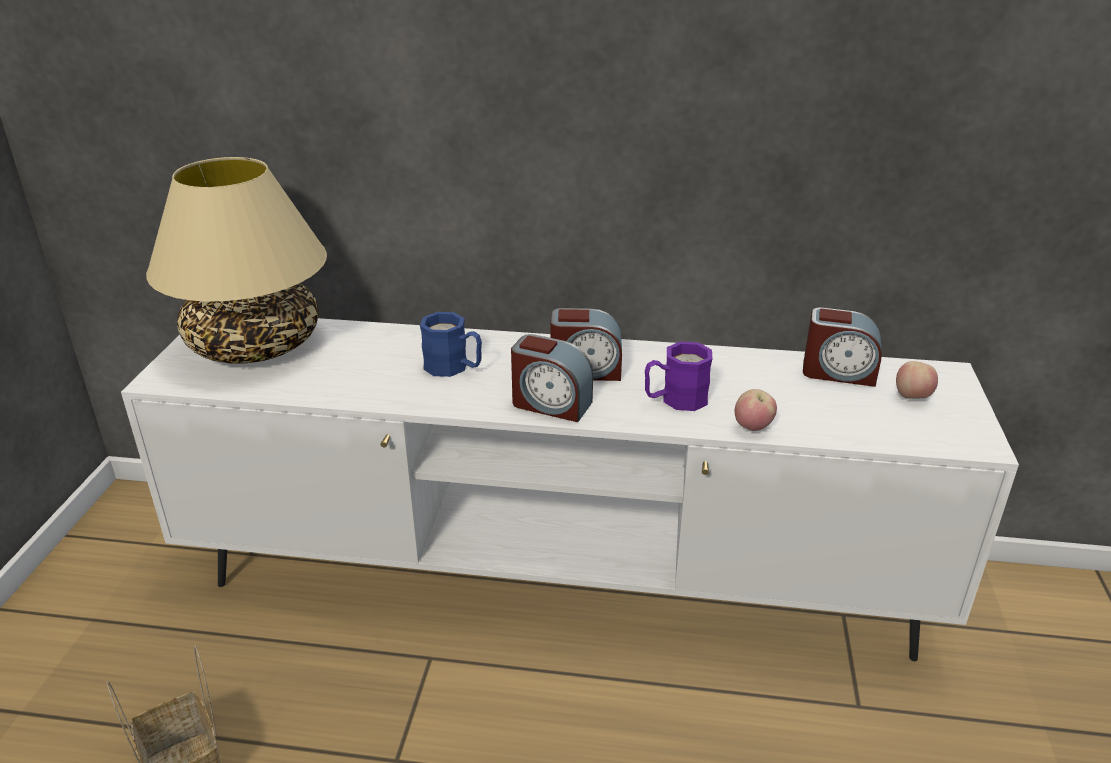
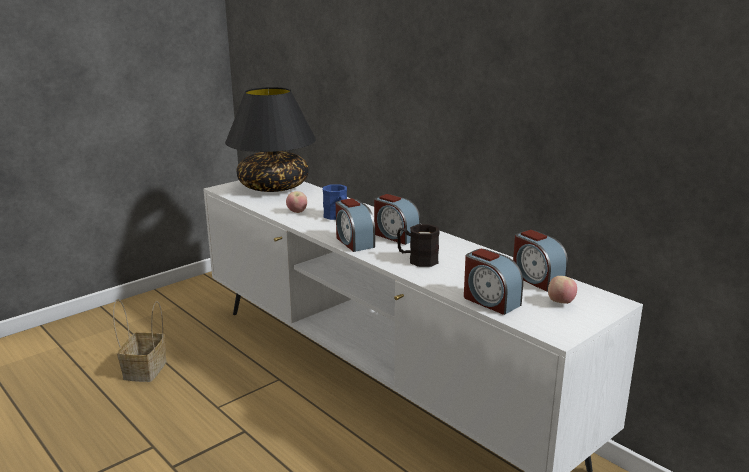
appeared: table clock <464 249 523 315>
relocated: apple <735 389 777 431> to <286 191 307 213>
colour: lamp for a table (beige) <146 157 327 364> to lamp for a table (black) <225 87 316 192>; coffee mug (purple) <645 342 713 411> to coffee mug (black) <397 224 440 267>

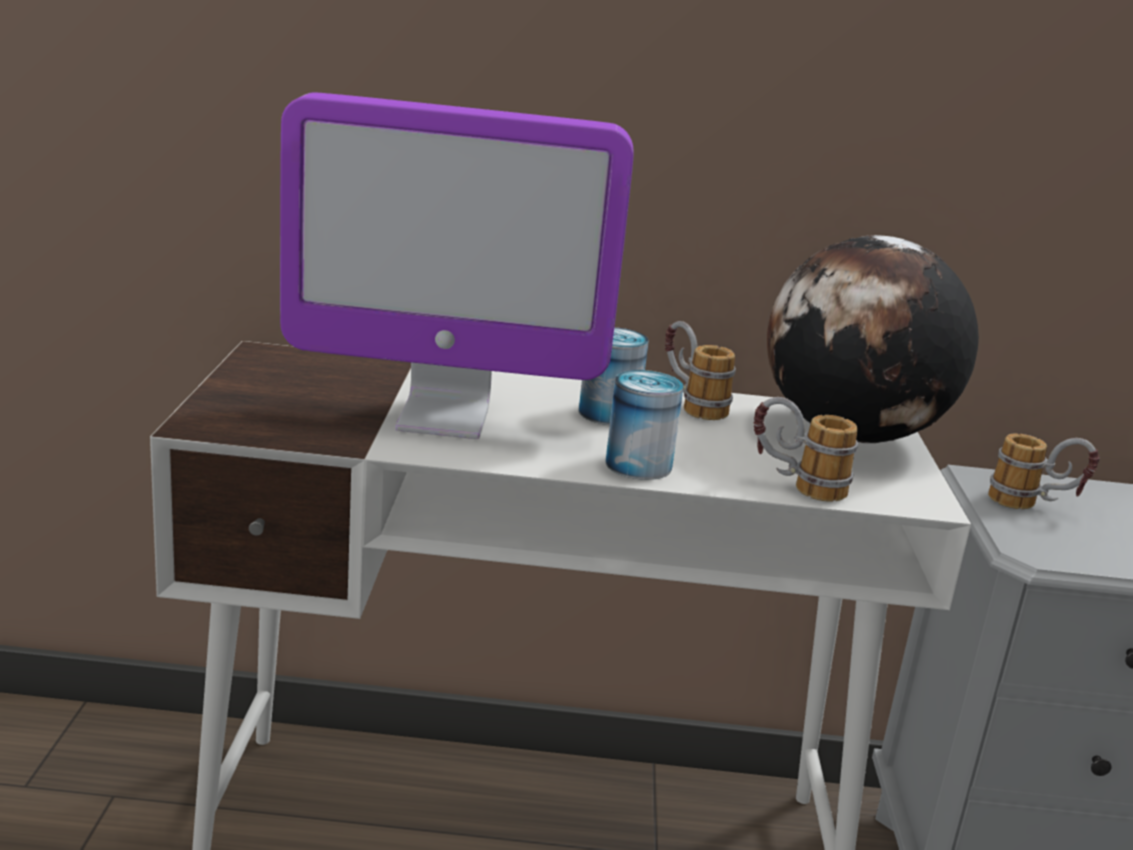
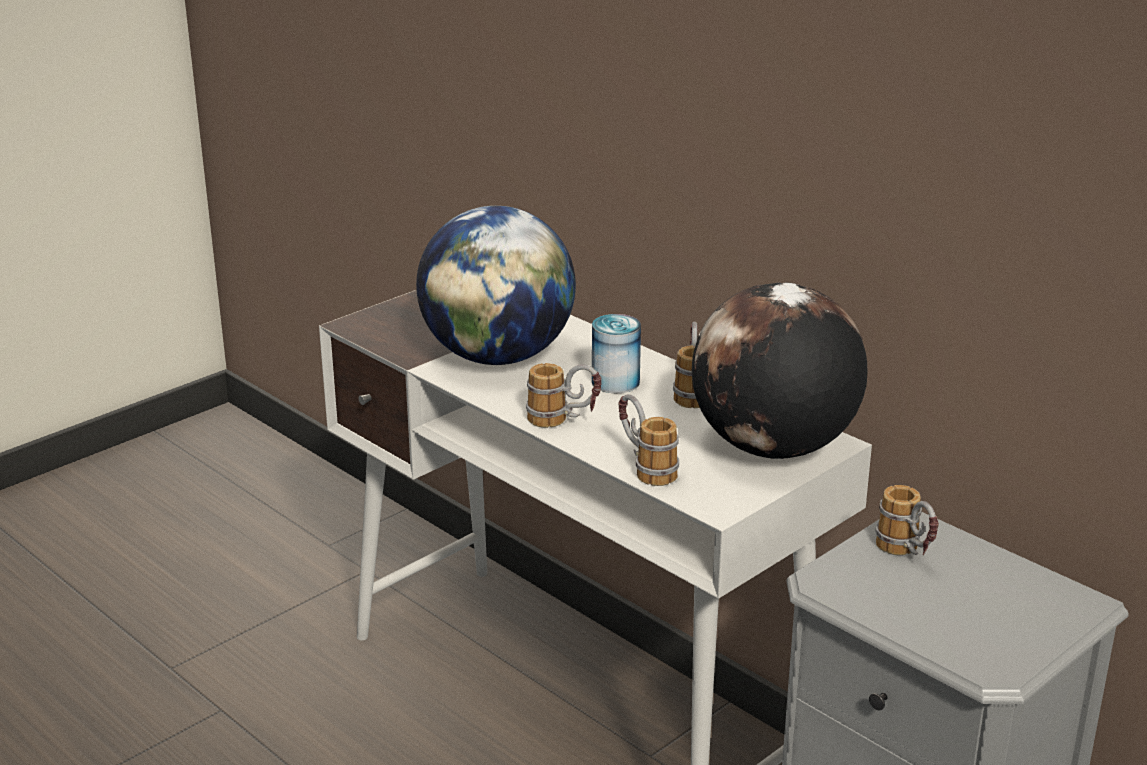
exchanged: computer screen <280 92 633 439> to desk globe <416 206 576 365>; metal can <606 370 684 480> to coffee mug <526 363 602 428>

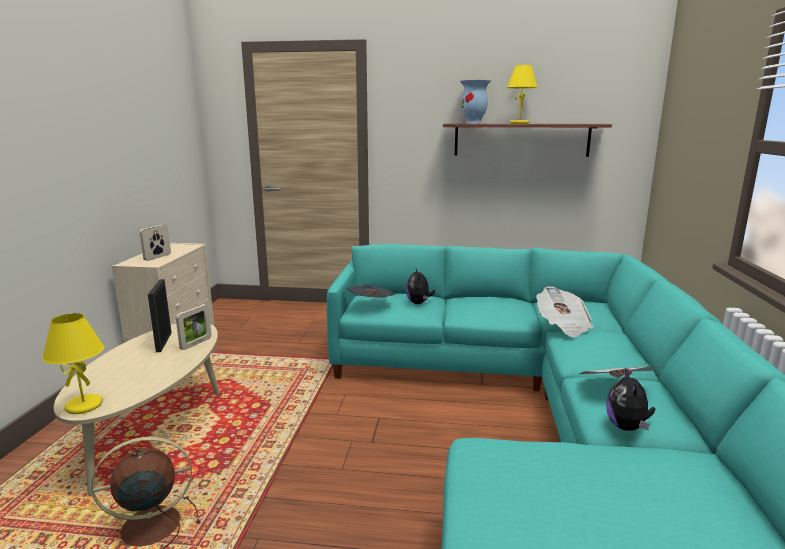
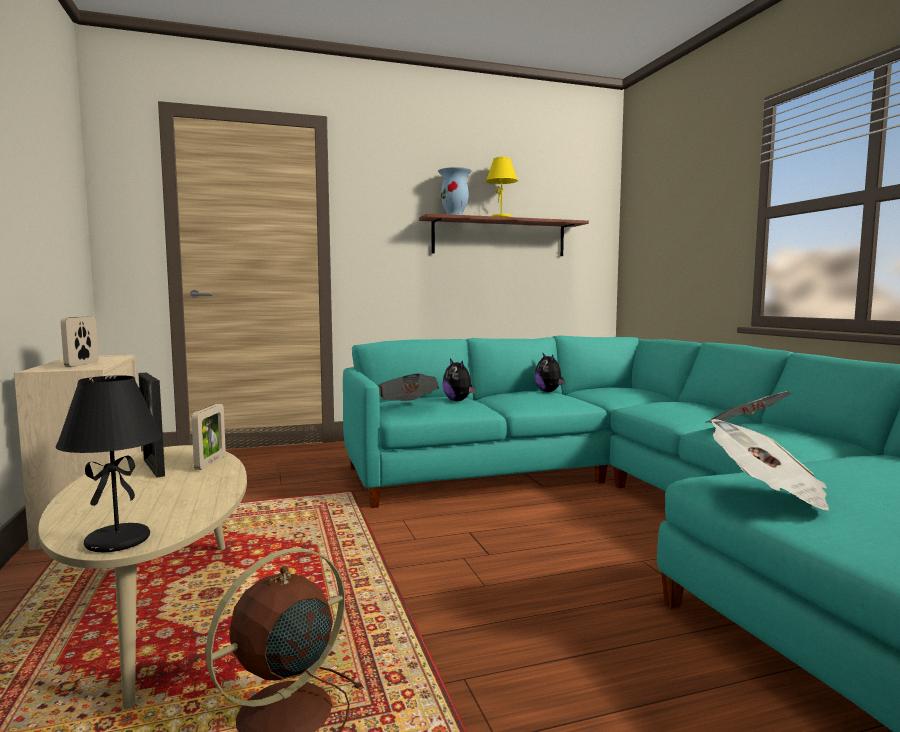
relocated: cuddly toy <606 368 655 431> to <535 353 565 392>; newspaper <536 286 594 338> to <711 419 829 511>
colour: lamp for a table (yellow-coloured) <42 313 104 414> to lamp for a table (black) <56 375 162 552>

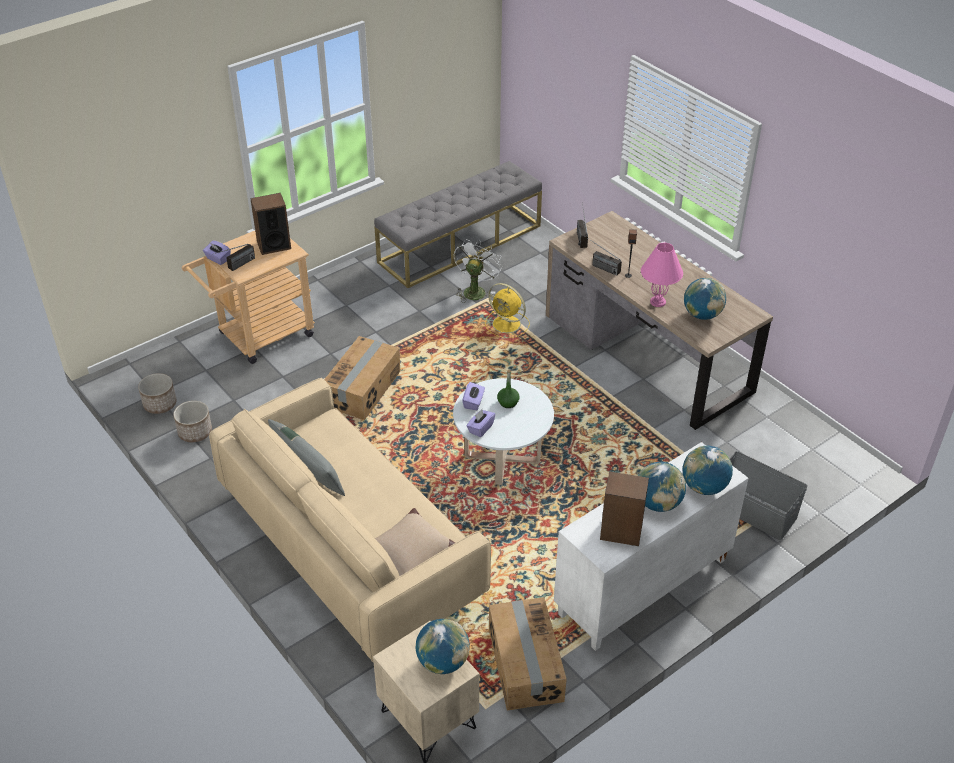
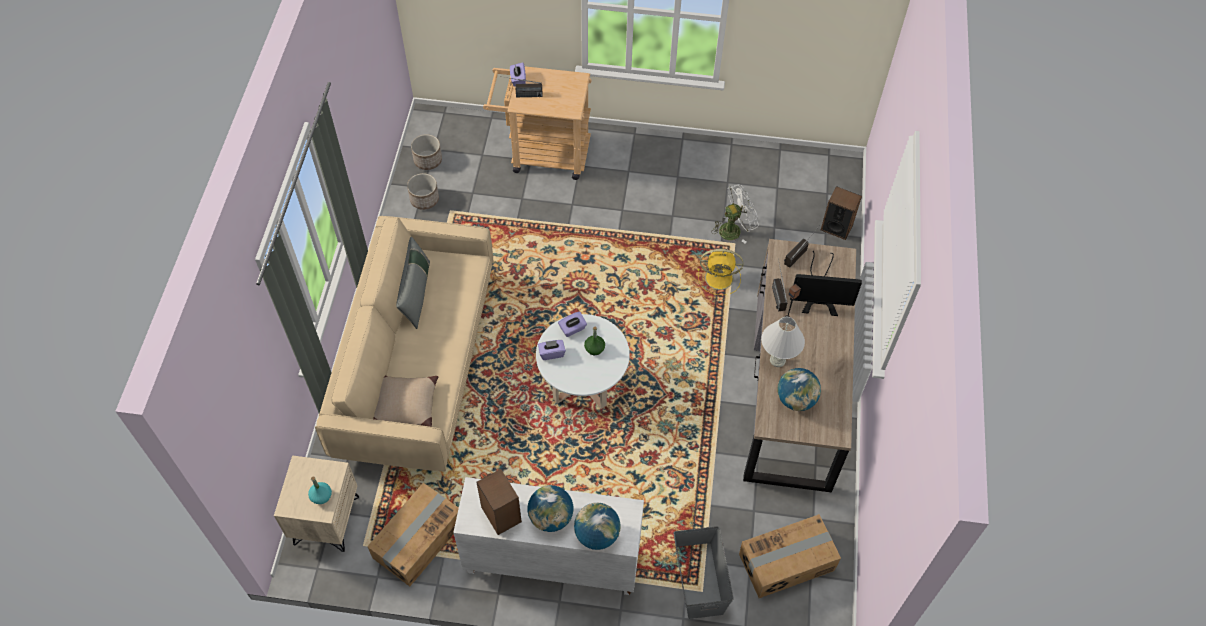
missing: long seat (gray) <374 161 542 288>
appeared: computer screen <790 251 862 316>
relocated: cardboard box <324 336 400 420> to <739 514 841 598>; audio speaker <250 193 291 255> to <821 186 862 240>
exchanged: desk globe <416 619 470 674> to beverage bottle (blue-green) <308 476 332 504>
colour: lamp for a table (pinkish) <641 243 683 307> to lamp for a table (white) <761 317 805 367>
spun: electric fan (yellow-coloured) <485 283 529 338> = <698 248 744 295> 75 degrees counterclockwise

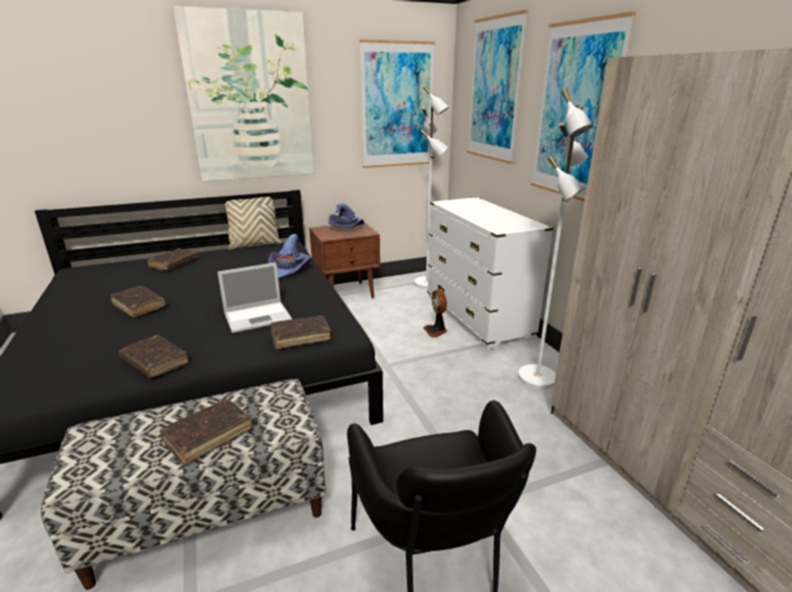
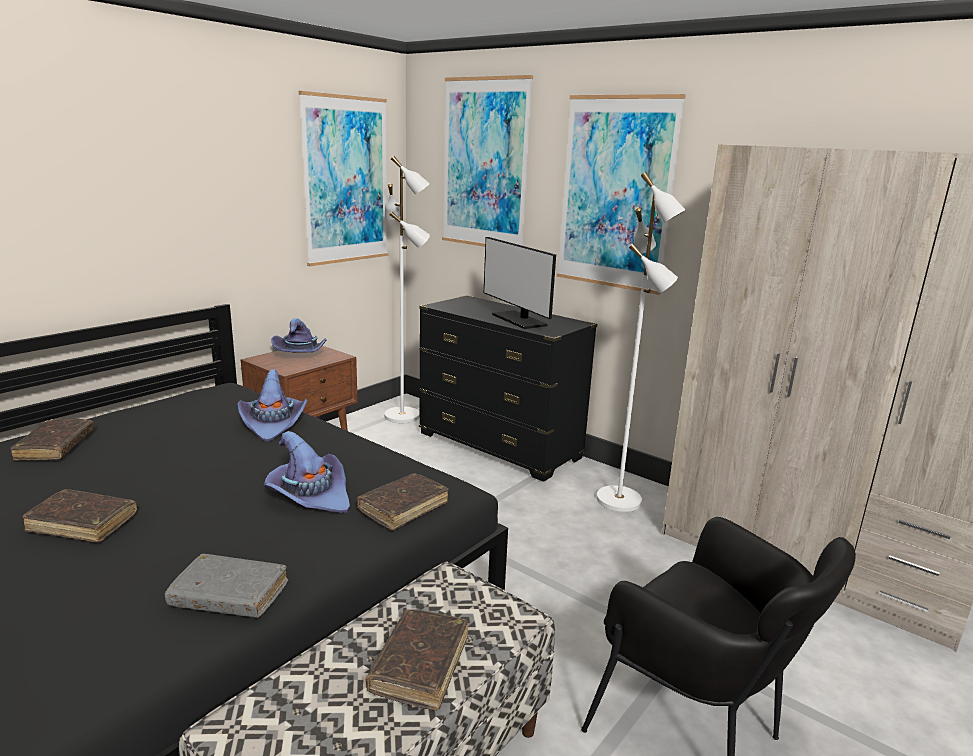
missing: picture <173 6 314 181>; cushion (beige) <224 197 282 250>; electric fan <423 290 447 338>
appeared: computer screen <484 237 556 329>
exchanged: notebook computer <218 262 292 333> to hat (purple) <264 431 350 513>
colour: bound book (brown) <119 335 189 378> to bound book (gray) <165 554 288 618>; dresser (white) <427 197 554 349> to dresser (black) <419 295 597 482>

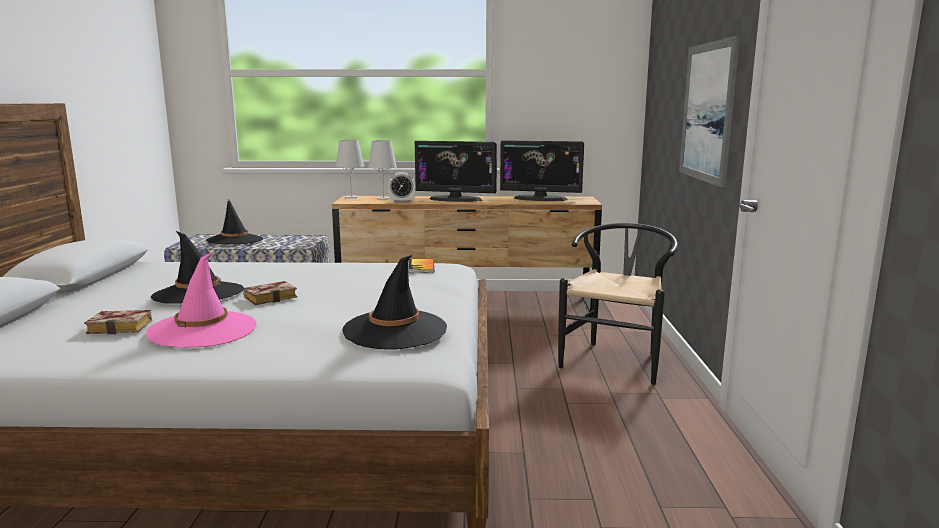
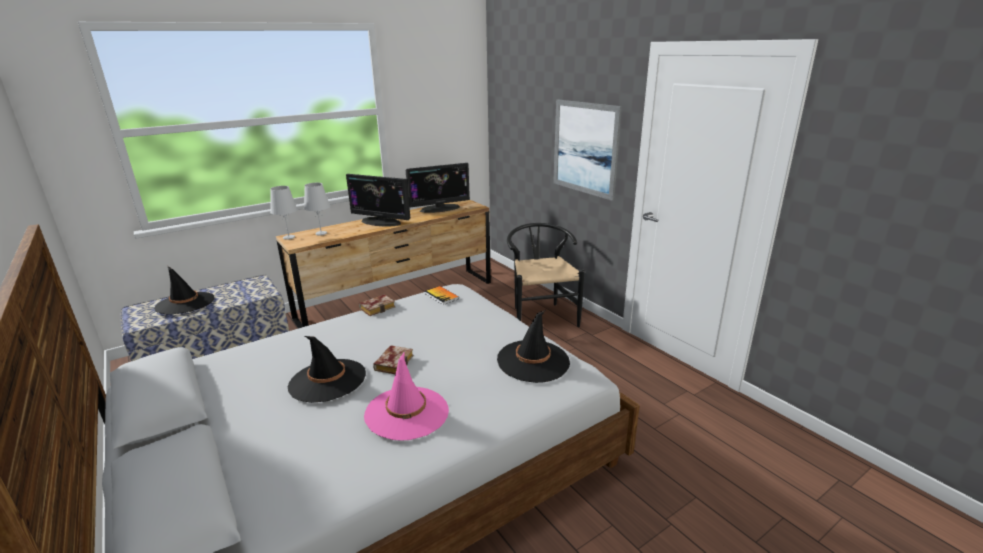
missing: table clock <388 172 416 203>
relocated: bound book <84 310 152 335> to <359 294 395 316>
spun: computer screen <415 141 497 202> = <346 174 410 227> 45 degrees clockwise

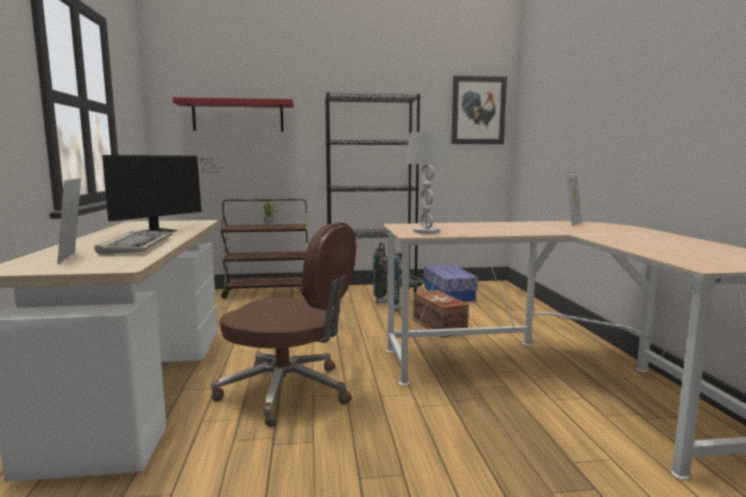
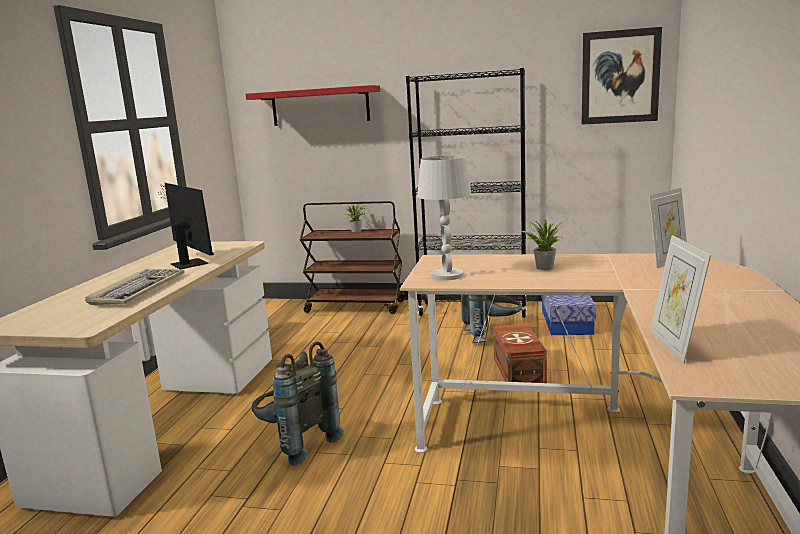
appeared: houseplant <522 218 568 270>
relocated: standing frame <57 178 81 264> to <650 235 711 363>
exchanged: desk chair (brown) <211 222 356 427> to knapsack (gray) <251 341 344 466>
spun: computer screen <102 155 218 232> = <158 183 214 270> 90 degrees counterclockwise

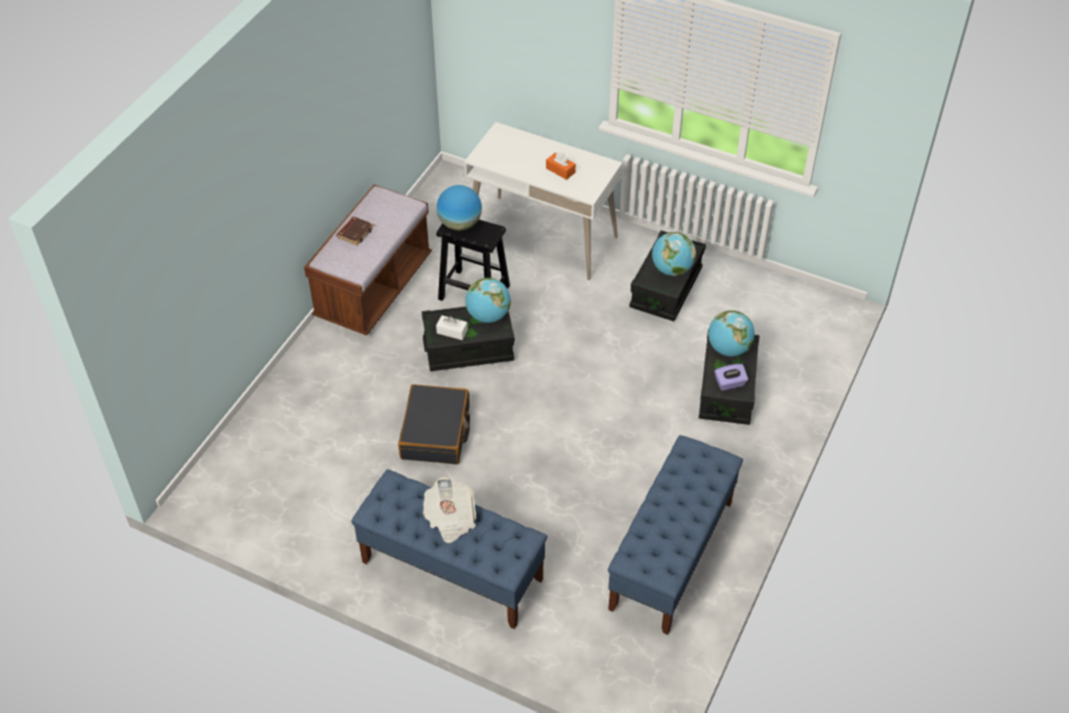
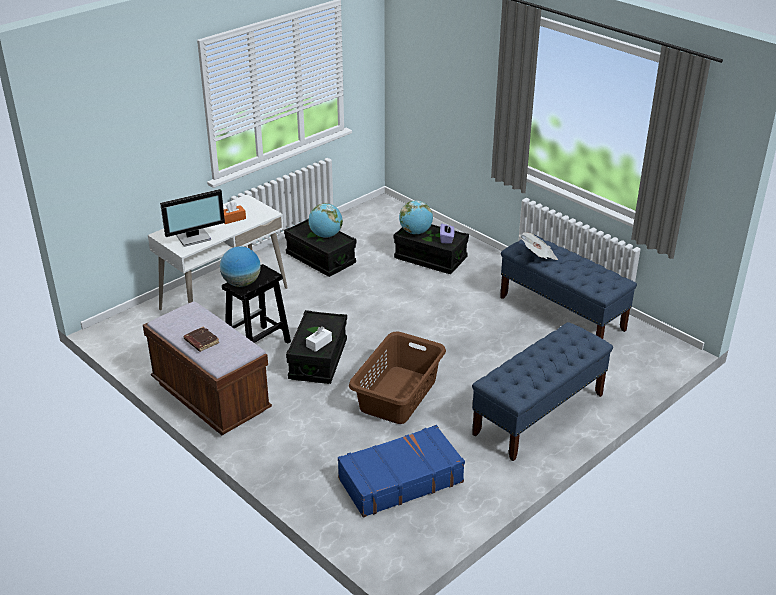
missing: desk globe <466 278 511 323>
appeared: computer screen <160 189 225 247>; suitcase (bluish) <338 425 465 517>
relocated: newspaper <423 477 476 543> to <519 232 558 260>
exchanged: suitcase (black) <398 384 470 464> to washing basket (brown) <349 331 446 424>

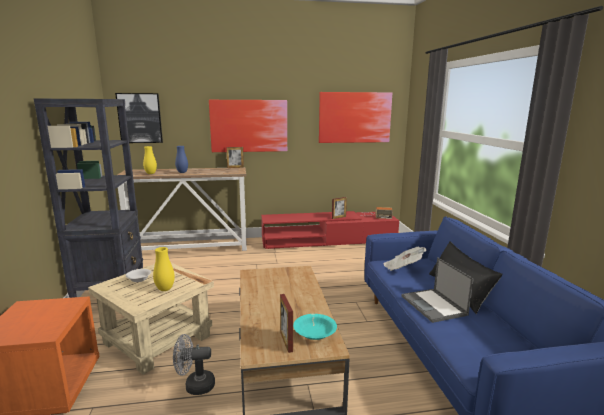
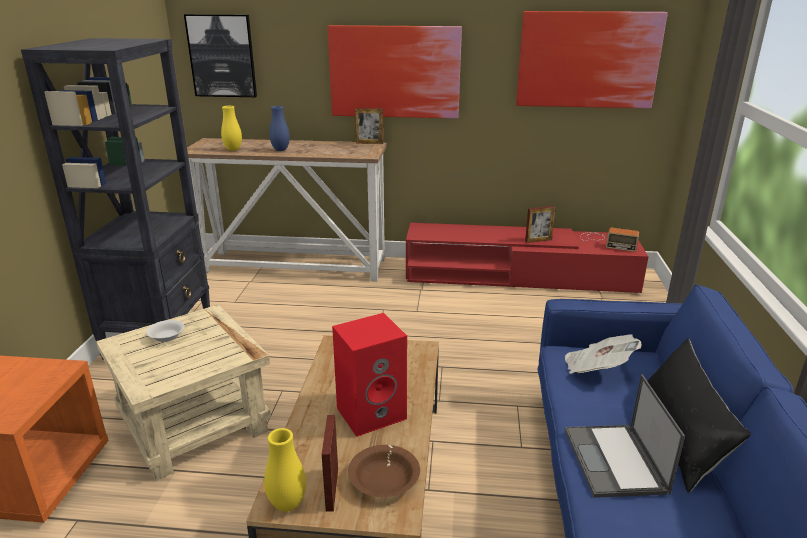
missing: electric fan (gray) <173 334 215 395>
appeared: audio speaker (red) <332 313 407 437>
relocated: vase (yellow-coloured) <153 247 175 291> to <264 428 306 512>
colour: bowl (blue-green) <293 314 337 340> to bowl (brown) <348 445 420 497>

